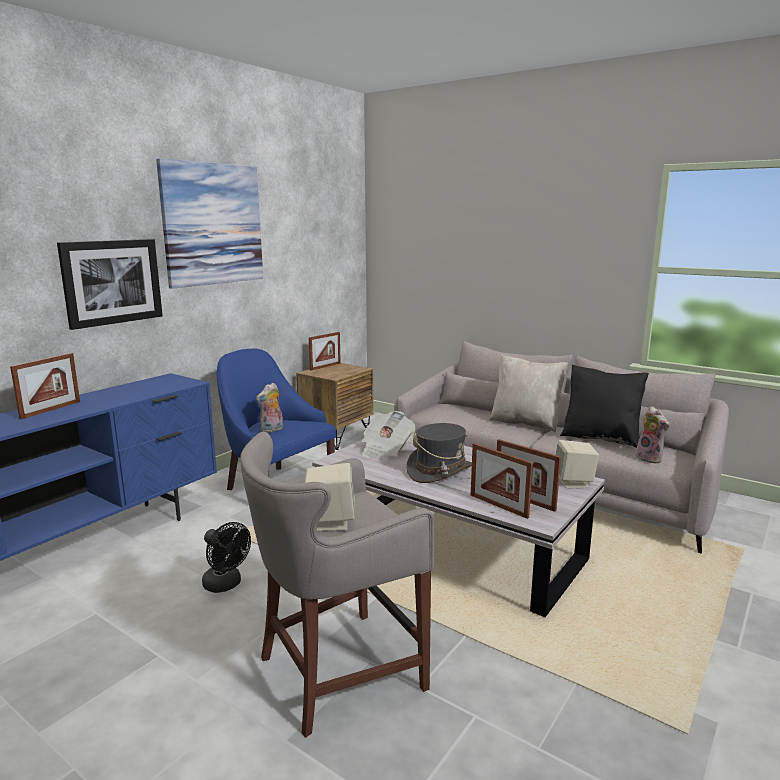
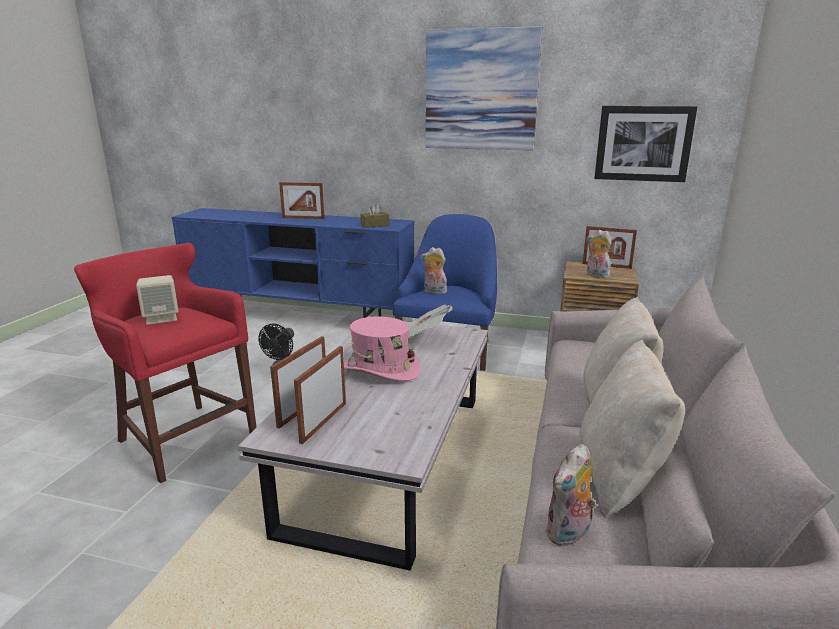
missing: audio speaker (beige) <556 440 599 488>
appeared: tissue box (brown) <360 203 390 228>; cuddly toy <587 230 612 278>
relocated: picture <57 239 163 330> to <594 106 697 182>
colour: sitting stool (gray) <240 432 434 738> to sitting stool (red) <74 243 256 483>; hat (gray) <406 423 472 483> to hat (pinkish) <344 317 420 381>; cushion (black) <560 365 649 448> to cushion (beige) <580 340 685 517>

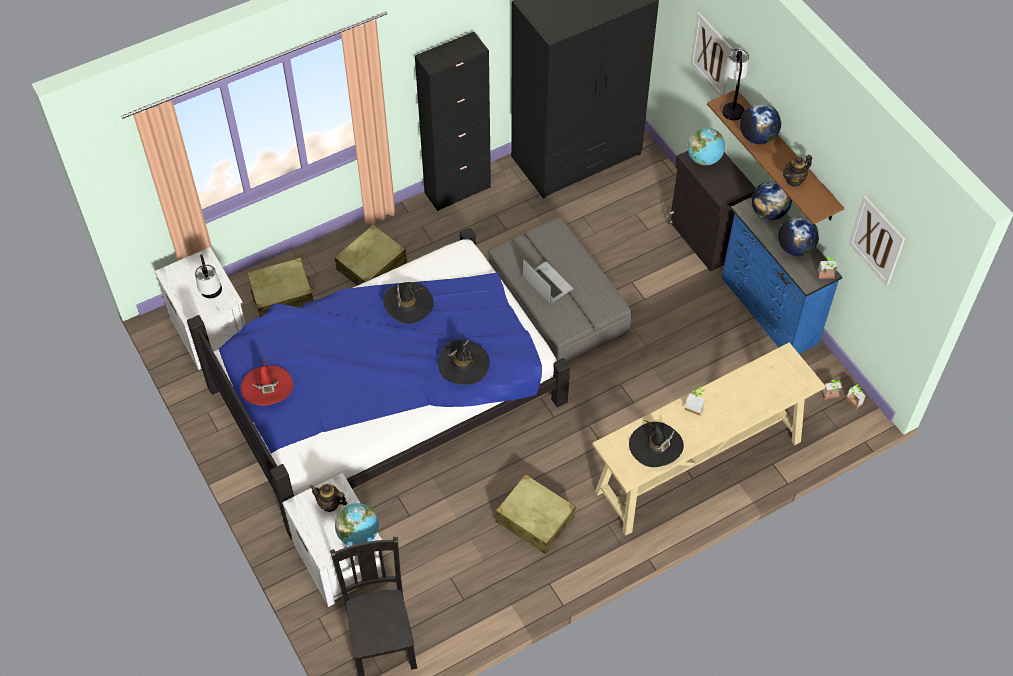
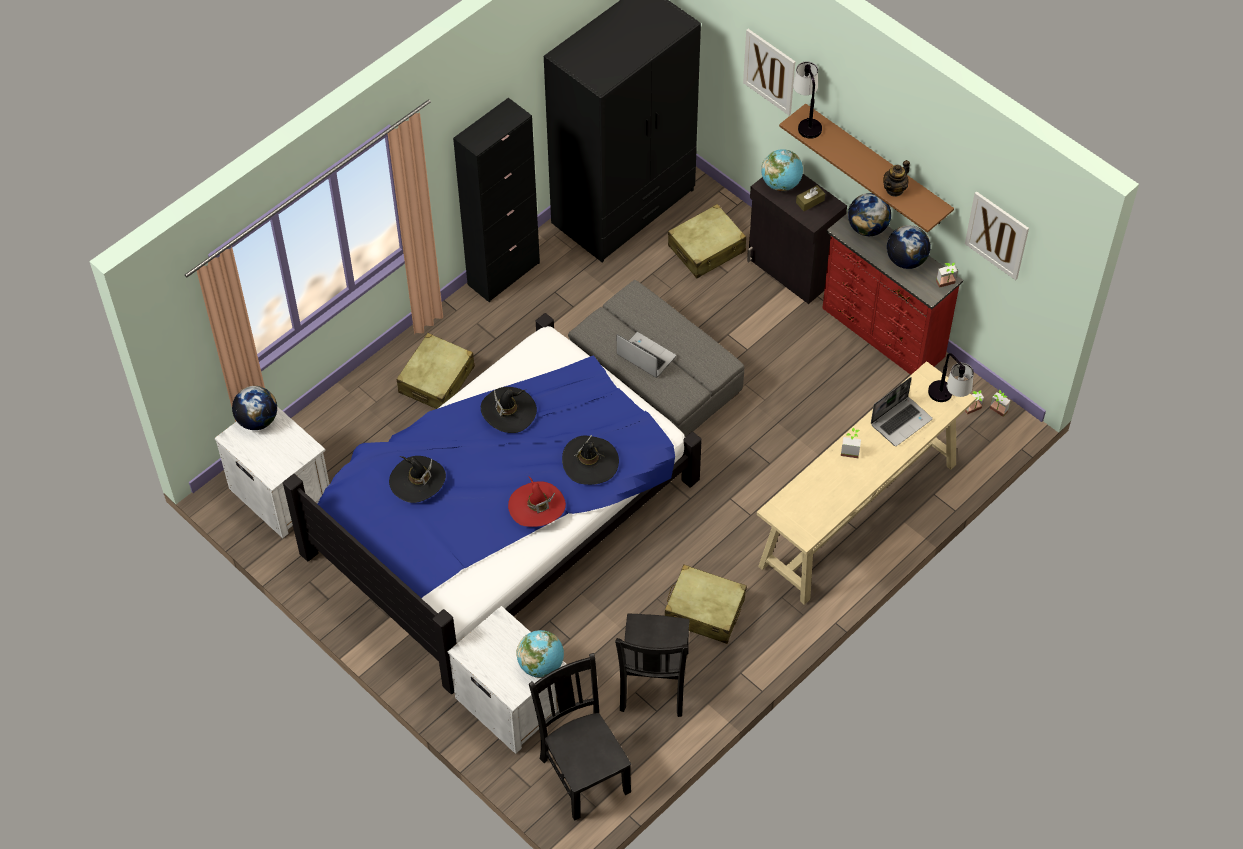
missing: teapot <309 484 348 512>
appeared: chair (black) <615 614 690 717>; tissue box (brown) <796 185 825 211>; notebook computer <871 377 933 446>
relocated: desk globe <740 103 781 144> to <232 386 277 430>; hat (black) <629 420 684 467> to <389 456 446 503>; hat (red) <241 360 293 405> to <508 476 566 527>; suitcase (beige) <247 257 315 317> to <668 204 746 278>; lamp for a table <195 254 222 298> to <928 353 974 402>
colour: dresser (bluish) <722 197 842 354> to dresser (red) <822 213 963 375>

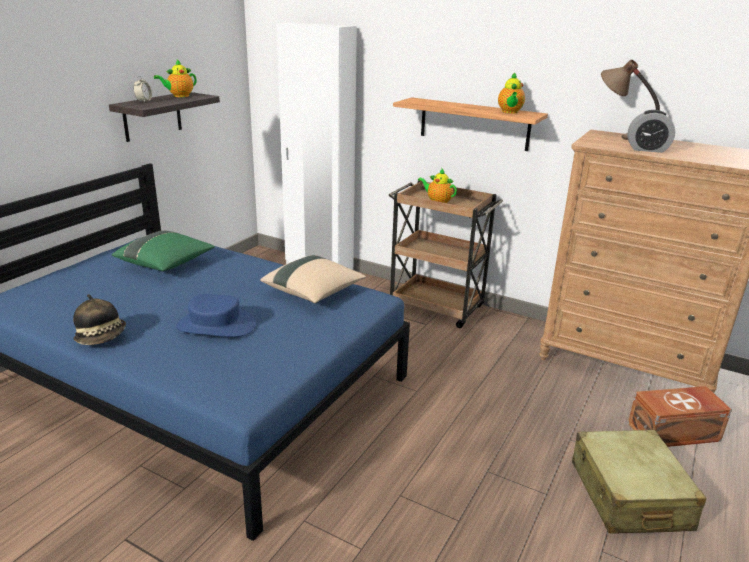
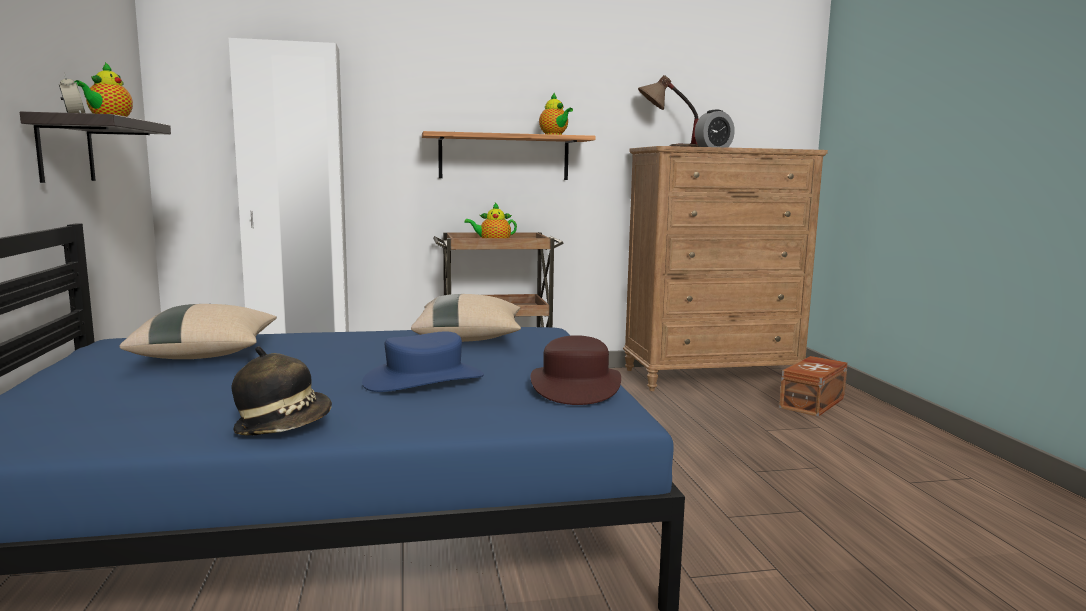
missing: suitcase (beige) <572 430 706 534>
appeared: hat (brown) <531 335 621 405>
colour: cushion (green) <112 230 215 271> to cushion (beige) <120 304 277 359>

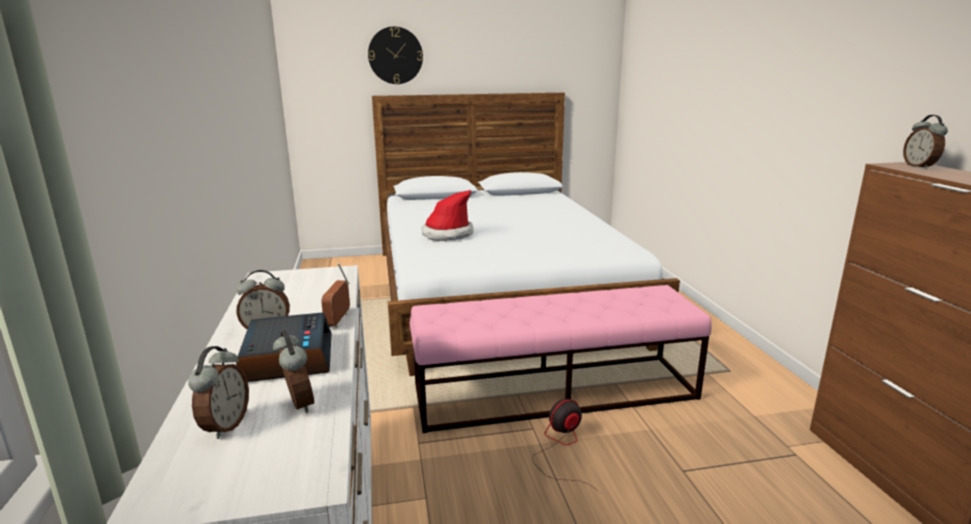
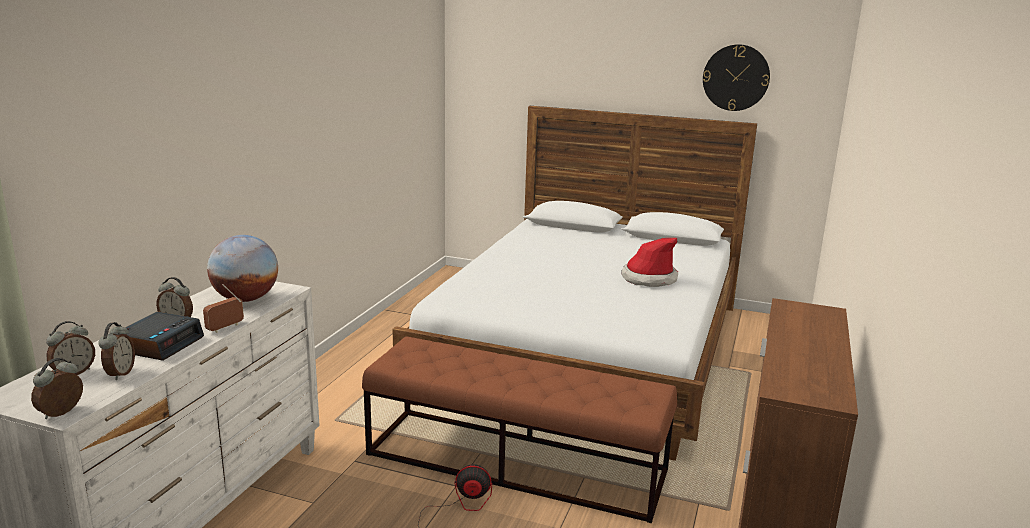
appeared: desk globe <207 235 278 302>
relocated: table clock <903 115 948 169> to <31 358 83 419>; hat <421 190 474 241> to <621 238 678 287>; wall clock <368 26 423 84> to <703 44 770 111>
colour: long seat (pinkish) <409 285 711 433> to long seat (brown) <362 337 677 523>

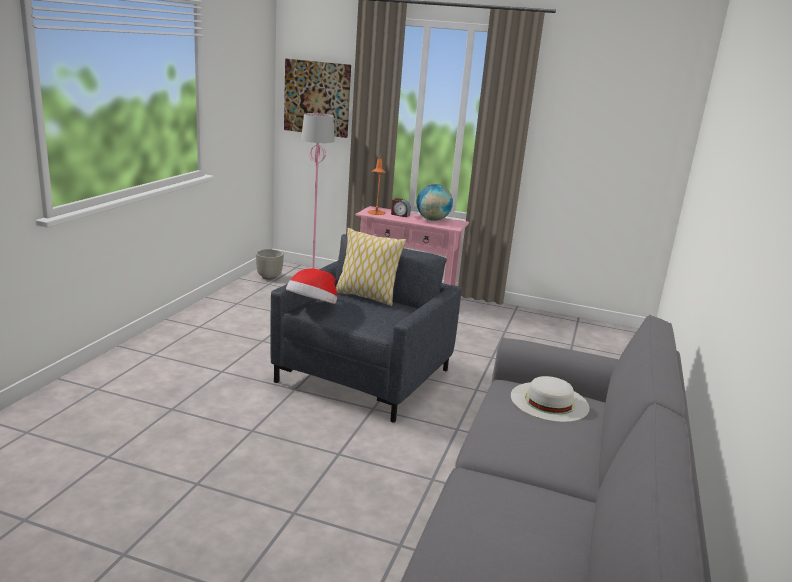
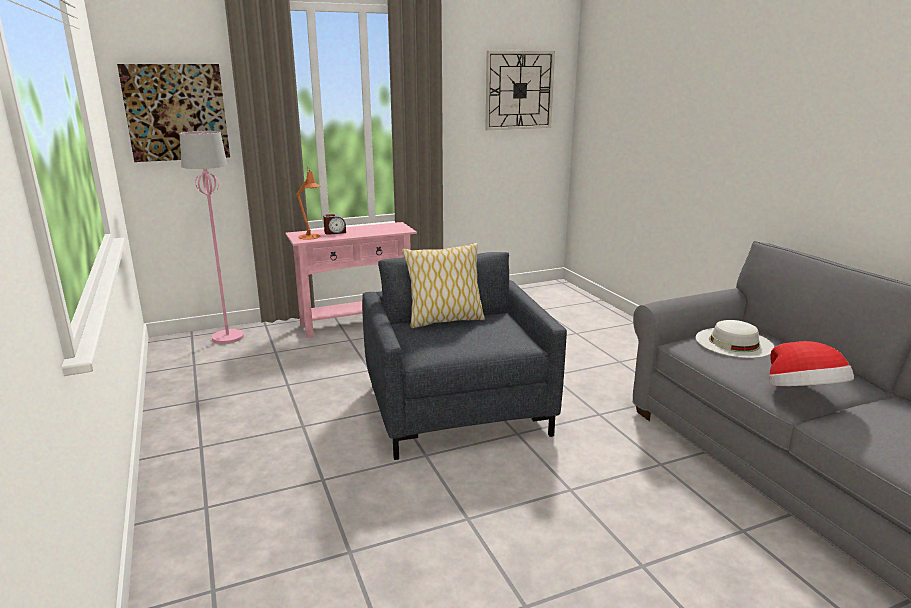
missing: flower pot (gray) <256 249 284 280>; desk globe <417 184 453 221>
appeared: wall clock <485 51 555 130>
relocated: hat <286 268 337 304> to <769 341 854 386>

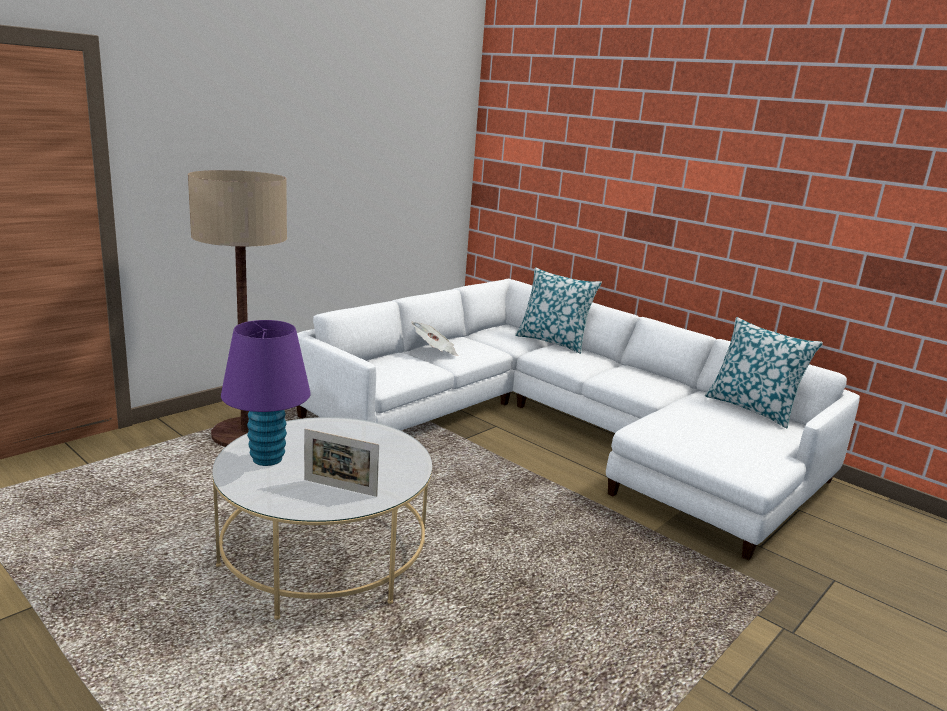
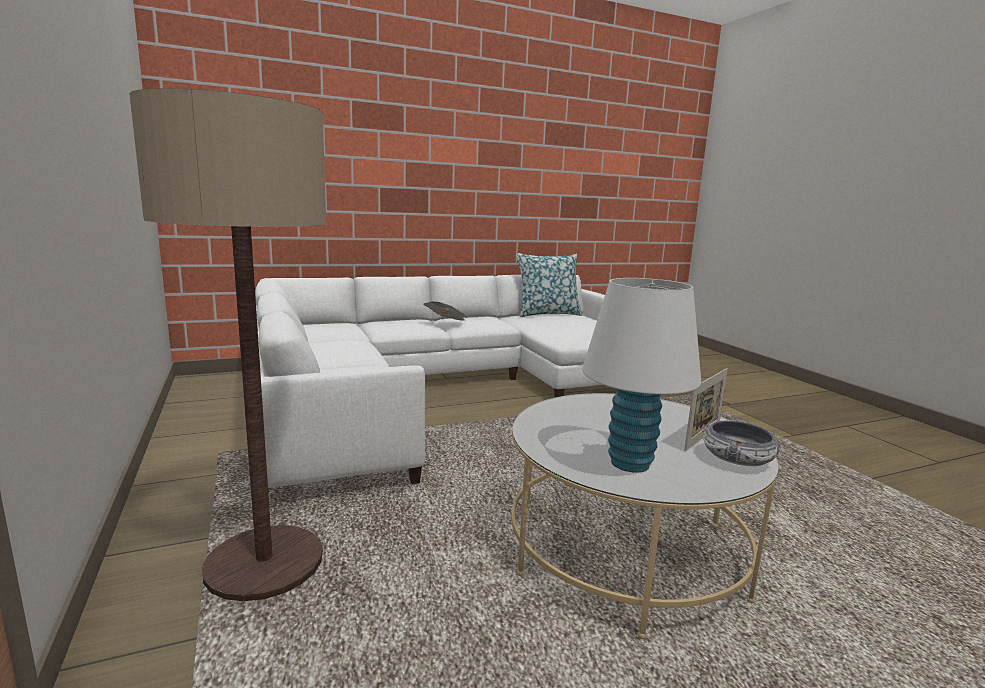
missing: cushion <515 267 602 354>
appeared: bowl <702 421 782 466>
relocated: newspaper <411 322 458 356> to <424 301 466 320>
colour: lamp for a table (purple) <221 320 310 466> to lamp for a table (white) <582 278 701 473>

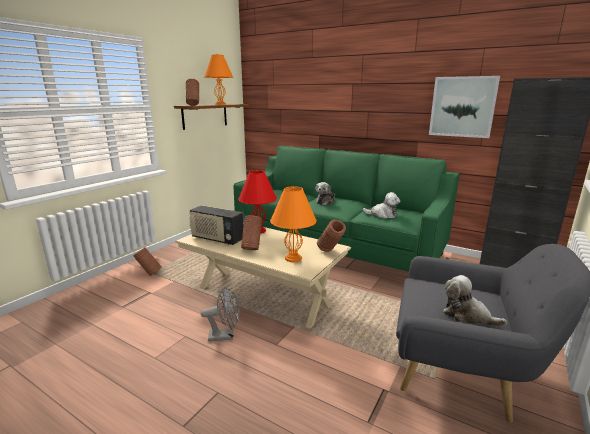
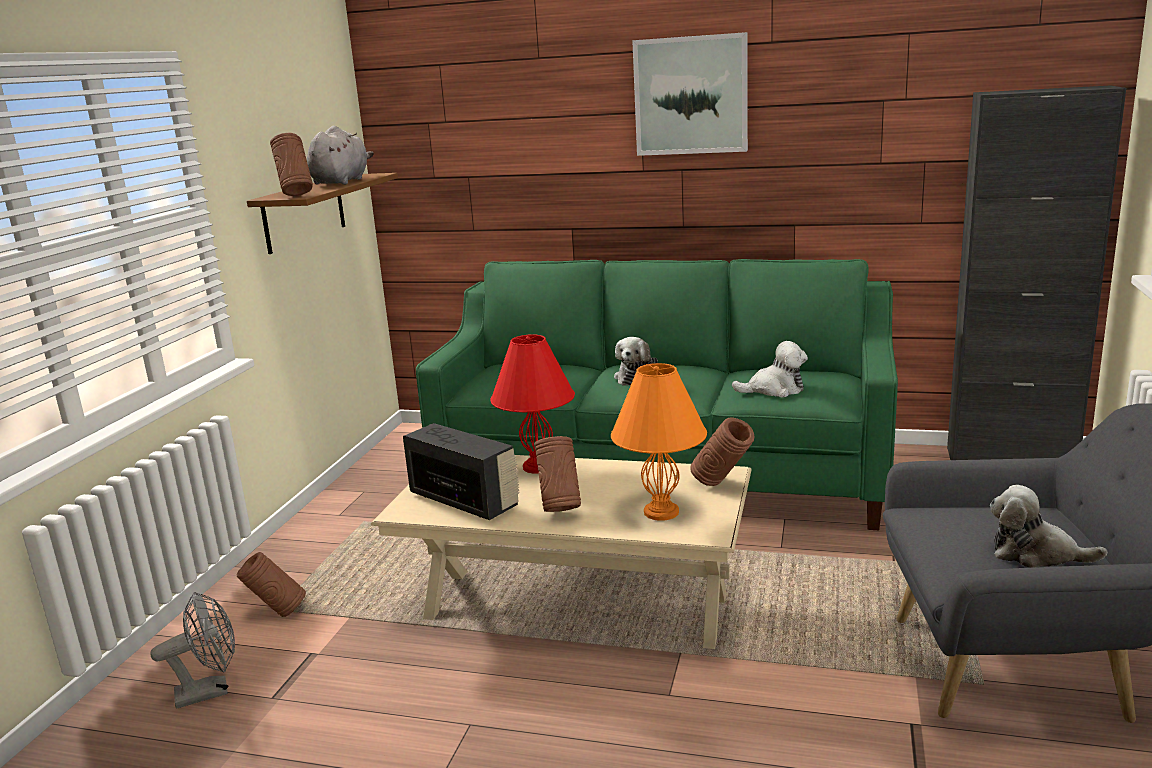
relocated: electric fan (gray) <201 287 240 342> to <150 592 235 708>; picture <429 76 500 138> to <632 32 748 156>
exchanged: lamp for a table (orangey) <204 54 233 105> to cuddly toy (gray) <307 126 374 185>
spun: radio receiver <189 205 244 245> = <403 423 520 520> 150 degrees counterclockwise

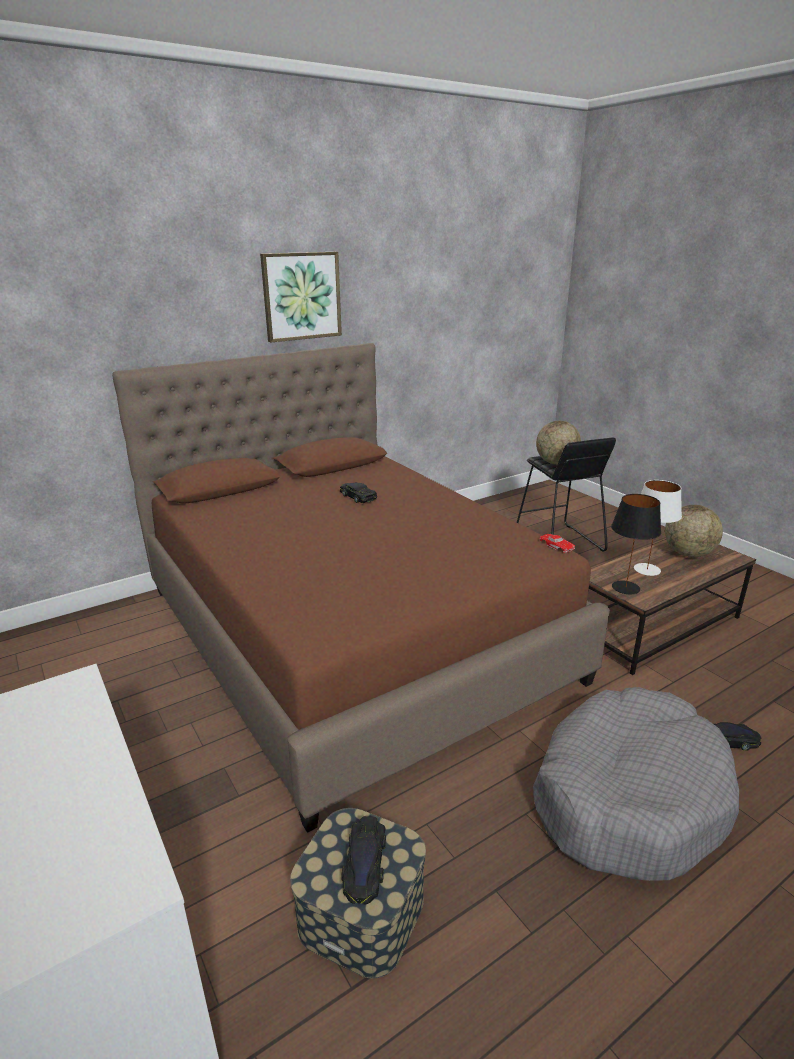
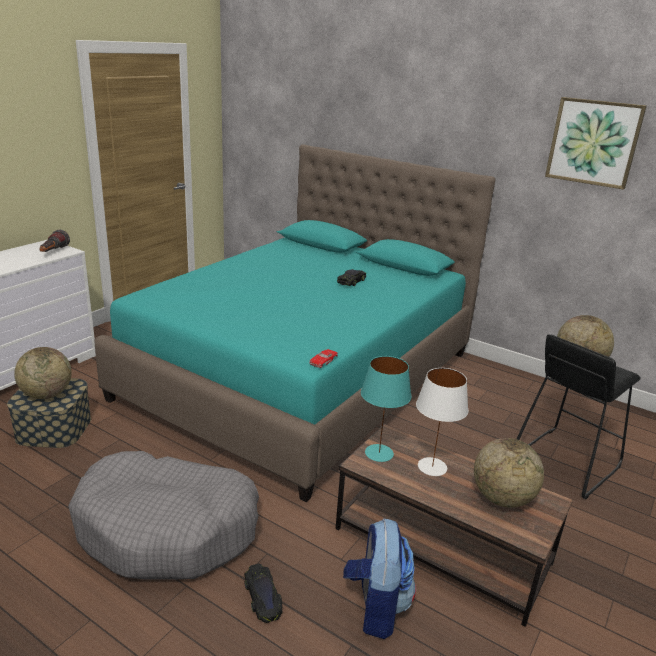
appeared: hand torch <39 230 70 252>; knapsack <343 518 416 639>
relocated: picture <260 252 342 343> to <545 97 647 190>
exchanged: miniature car (black) <341 816 386 904> to desk globe <14 347 72 399>
colour: bedroom bed (brown) <112 343 610 833> to bedroom bed (blue-green) <94 144 496 502>; lamp for a table (black) <611 494 661 594> to lamp for a table (blue-green) <361 356 411 462>

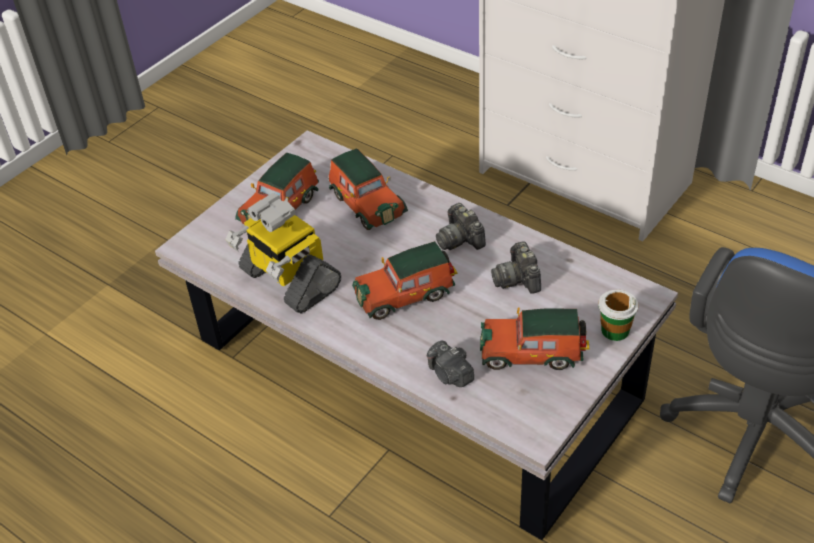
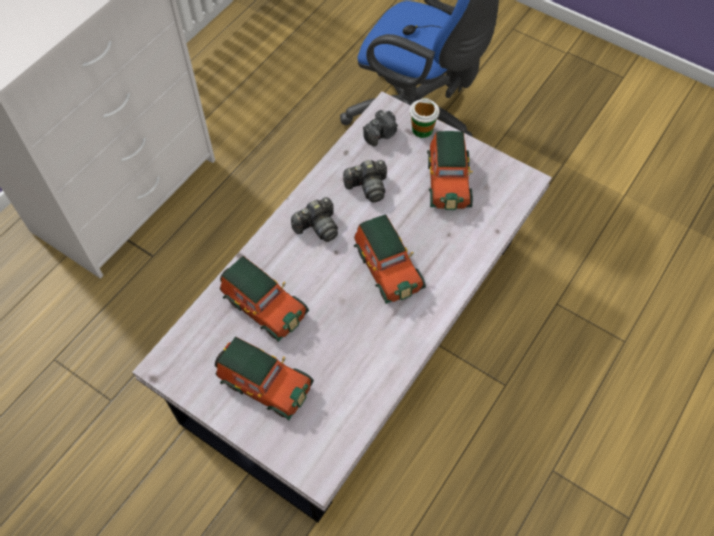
missing: robot figure <225 193 341 314>
relocated: still camera <427 340 474 387> to <363 110 398 147>
spun: miniature car <329 149 408 230> = <220 256 309 342> 75 degrees clockwise

